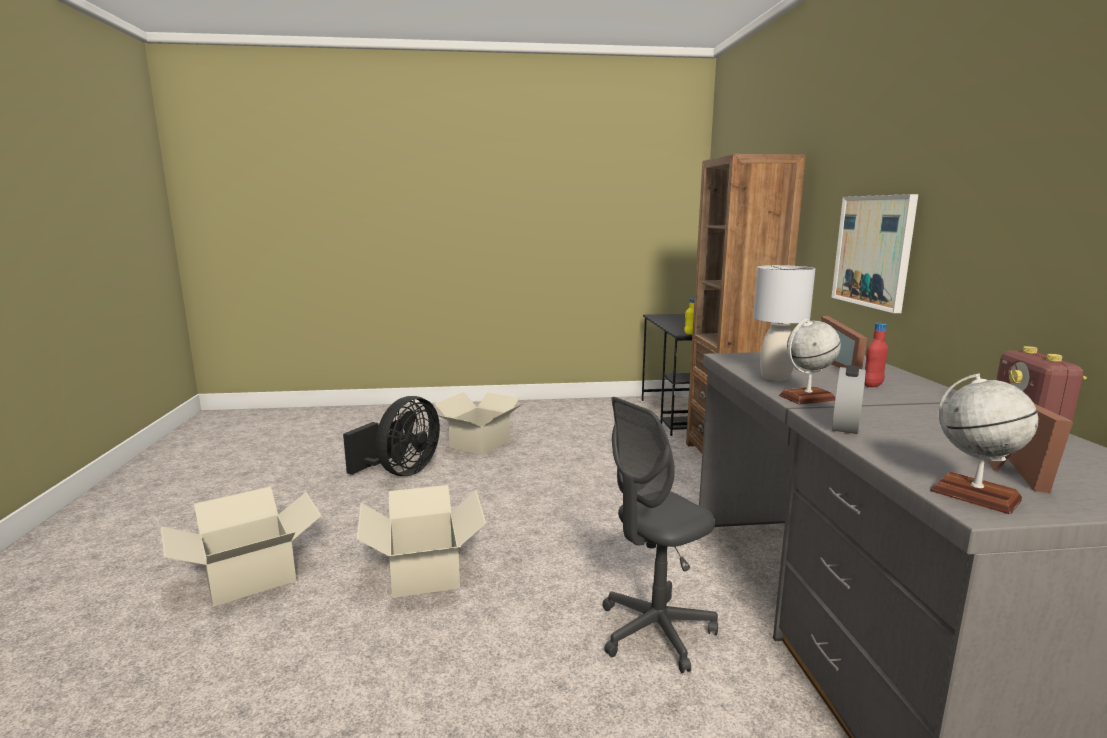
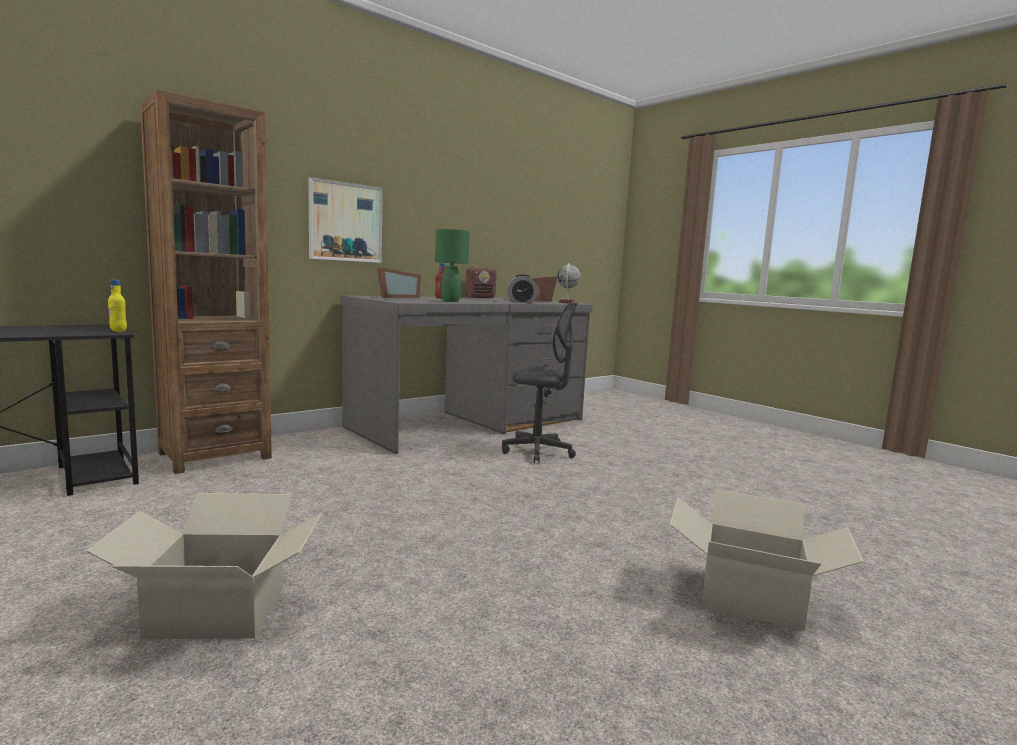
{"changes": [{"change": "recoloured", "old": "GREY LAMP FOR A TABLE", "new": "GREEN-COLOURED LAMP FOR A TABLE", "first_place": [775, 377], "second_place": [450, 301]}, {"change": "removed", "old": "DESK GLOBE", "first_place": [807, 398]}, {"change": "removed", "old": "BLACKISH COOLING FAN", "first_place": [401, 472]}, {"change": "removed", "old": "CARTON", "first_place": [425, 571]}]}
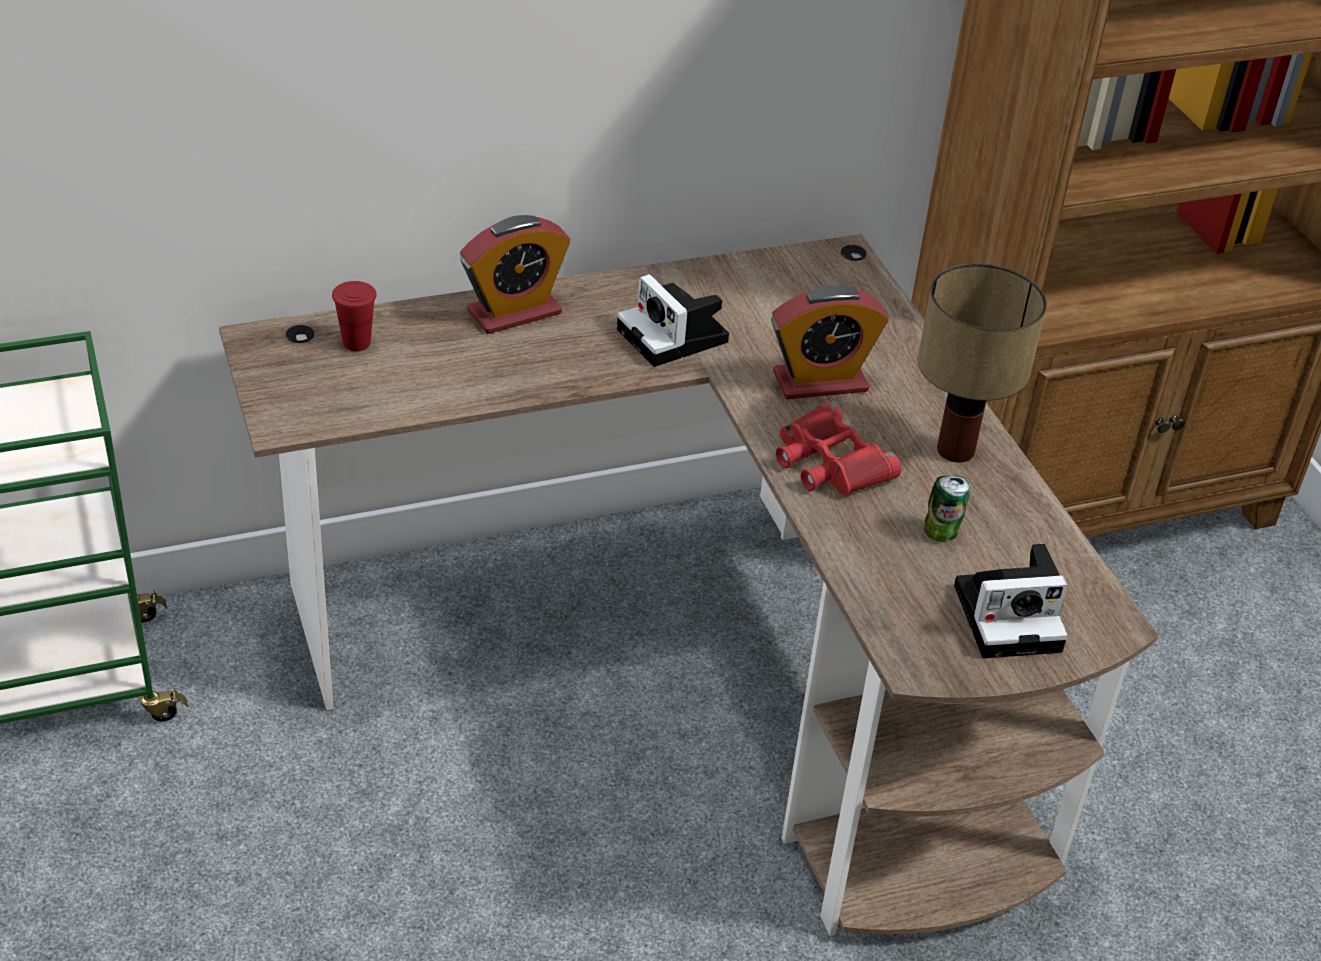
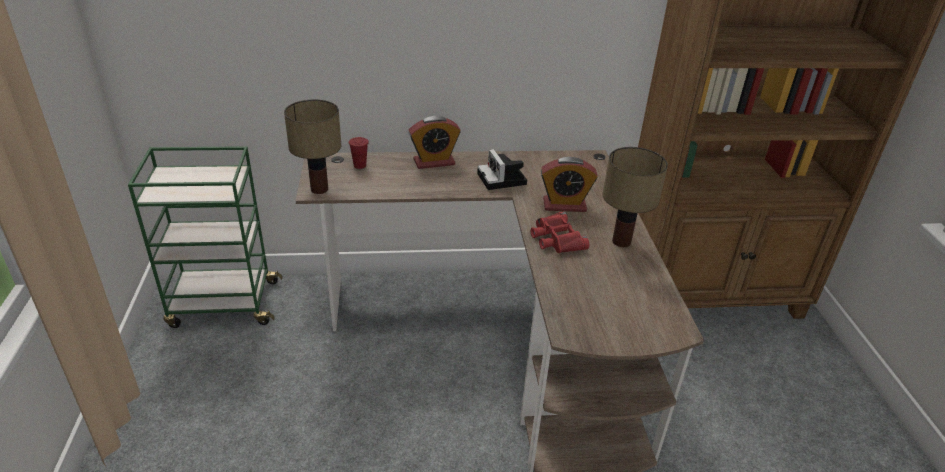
{"changes": [{"change": "removed", "old": "METAL CAN", "first_place": [941, 533]}, {"change": "removed", "old": "PHOTO CAMERA", "first_place": [1011, 616]}, {"change": "added", "new": "LAMP FOR A TABLE", "second_place": [319, 190]}]}
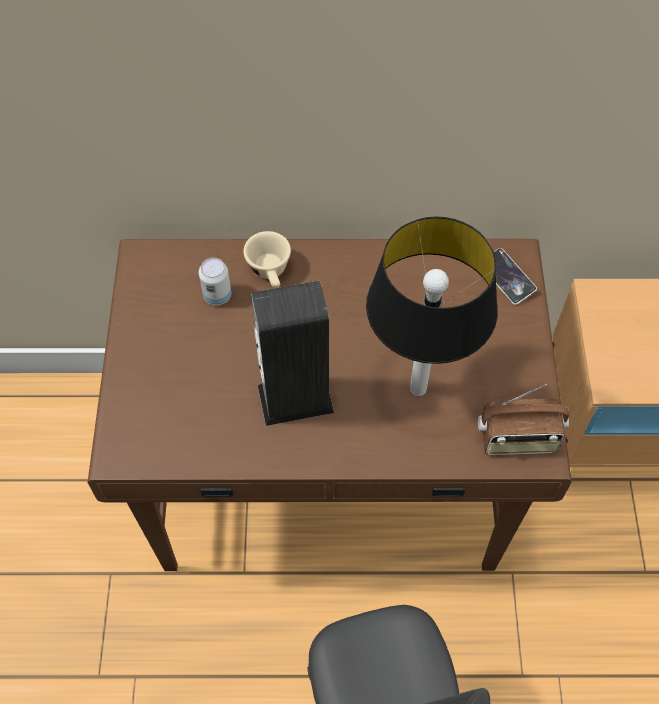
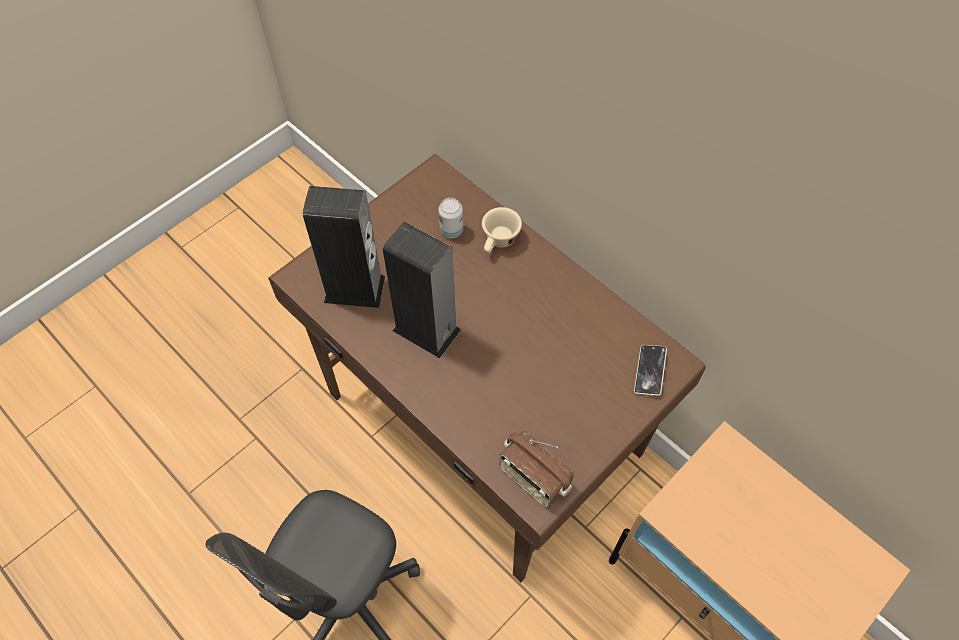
{"changes": [{"change": "removed", "old": "LAMP FOR A TABLE", "first_place": [416, 388]}, {"change": "added", "new": "AUDIO SPEAKER", "second_place": [354, 289]}]}
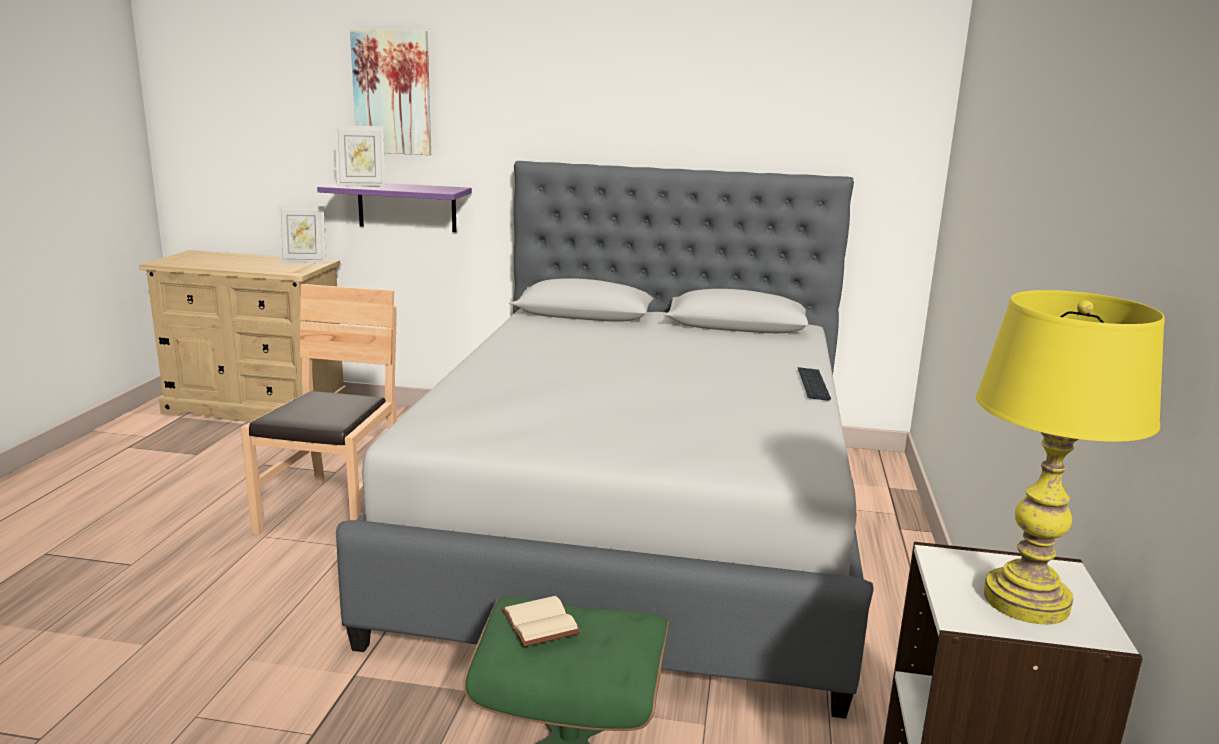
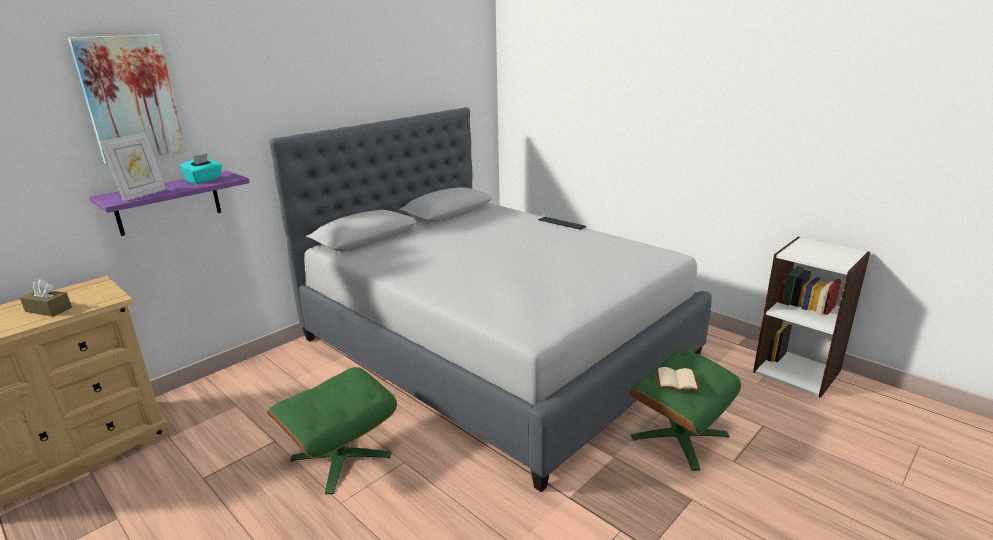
{"changes": [{"change": "removed", "old": "STANDING FRAME", "first_place": [303, 262]}, {"change": "replaced", "old": "BROWN PLAIN CHAIR", "new": "GREEN-COLOURED OTTOMAN", "first_place": [334, 511], "second_place": [341, 456]}, {"change": "removed", "old": "YELLOW LAMP FOR A TABLE", "first_place": [1025, 601]}, {"change": "added", "new": "TURQUOISE-COLOURED TISSUE BOX", "second_place": [204, 180]}, {"change": "added", "new": "BROWN TISSUE BOX", "second_place": [48, 309]}]}
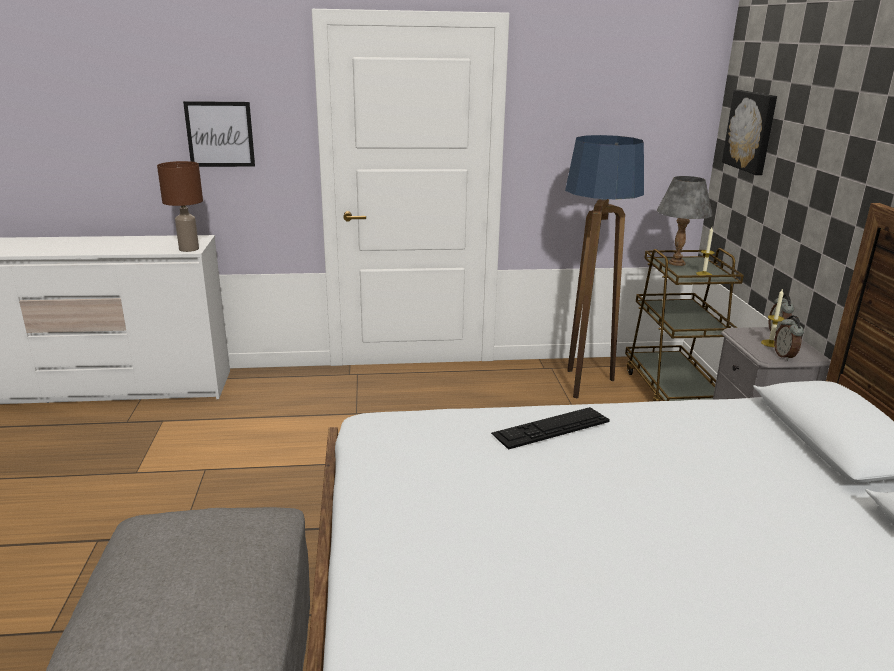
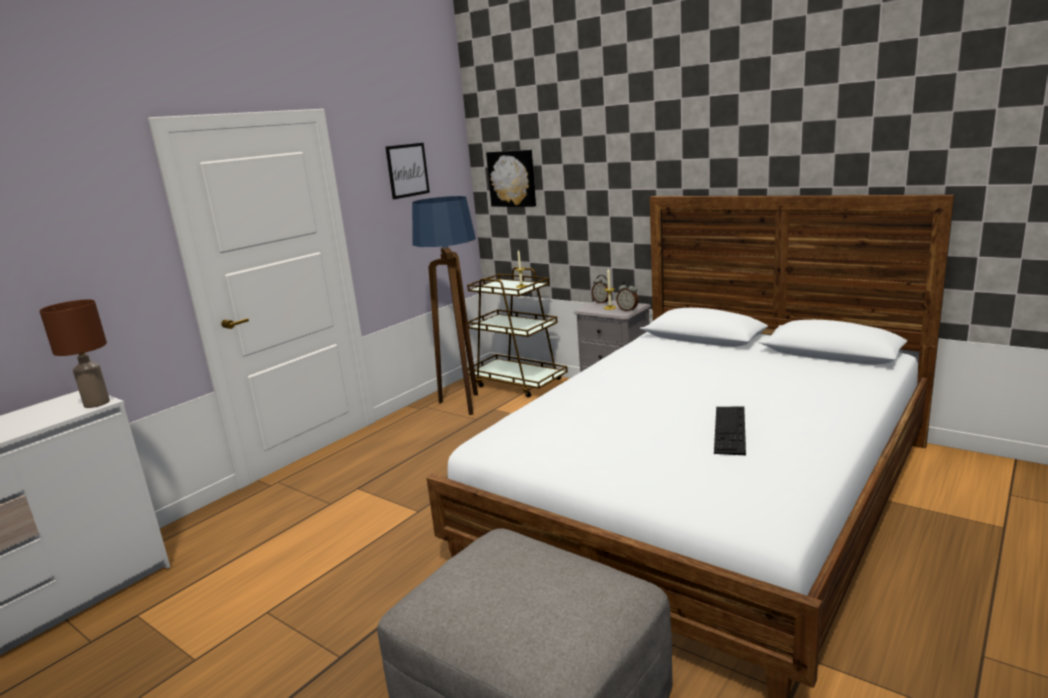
{"changes": [{"change": "moved", "old": "PICTURE", "first_place": [220, 134], "second_place": [407, 170]}, {"change": "removed", "old": "GREY LAMP FOR A TABLE", "first_place": [677, 263]}, {"change": "moved", "old": "KEYBOARD", "first_place": [551, 427], "second_place": [730, 429]}]}
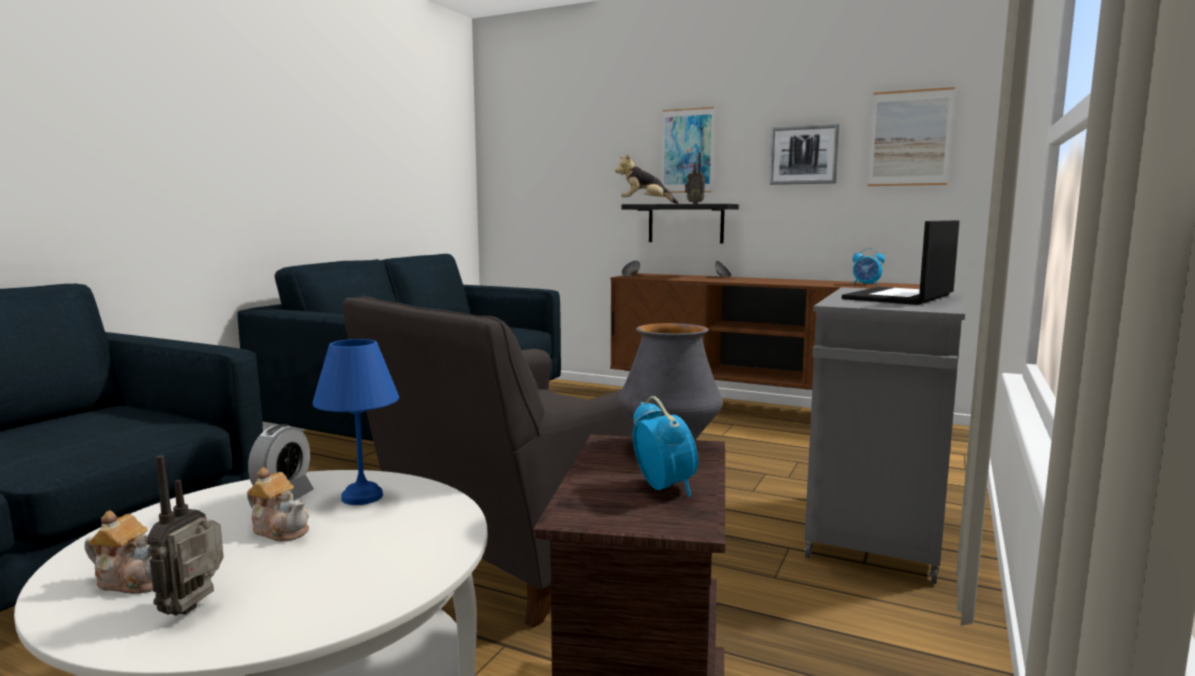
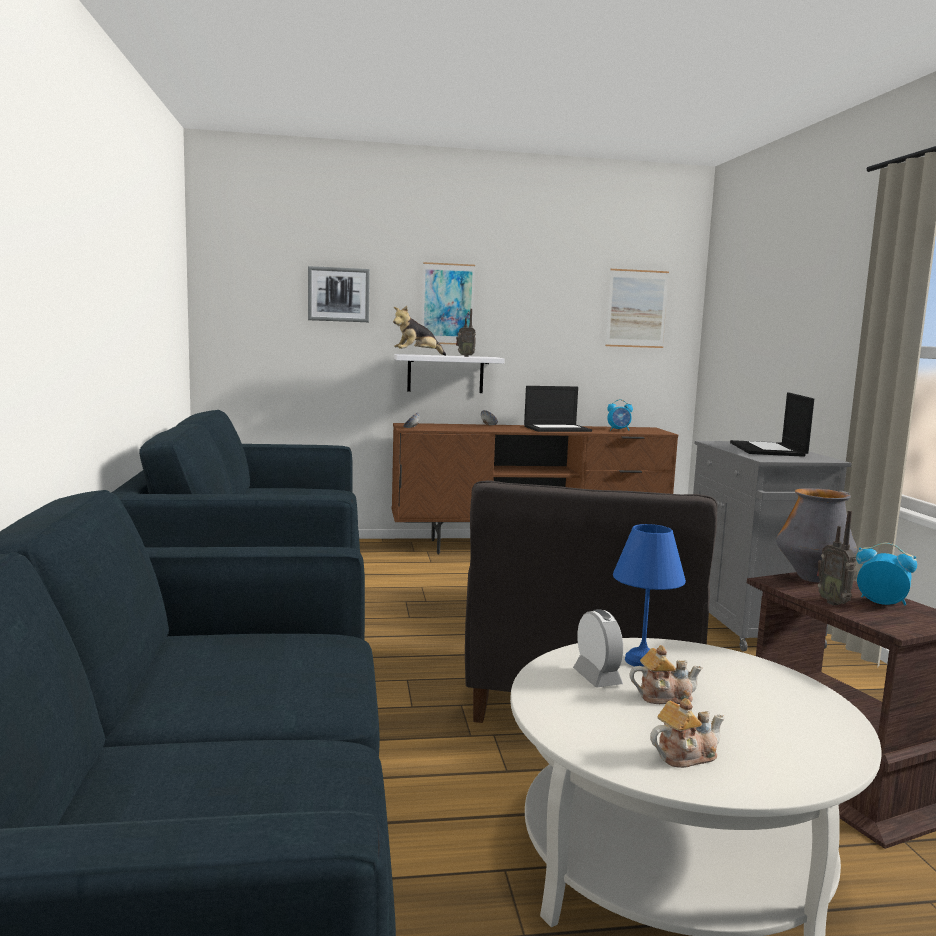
{"changes": [{"change": "moved", "old": "PICTURE", "first_place": [804, 155], "second_place": [338, 294]}, {"change": "recoloured", "old": "BLACKISH BRACKET SHELF", "new": "WHITISH BRACKET SHELF", "first_place": [685, 223], "second_place": [445, 374]}, {"change": "moved", "old": "RADIO RECEIVER", "first_place": [196, 609], "second_place": [834, 602]}, {"change": "added", "new": "NOTEBOOK COMPUTER", "second_place": [557, 429]}]}
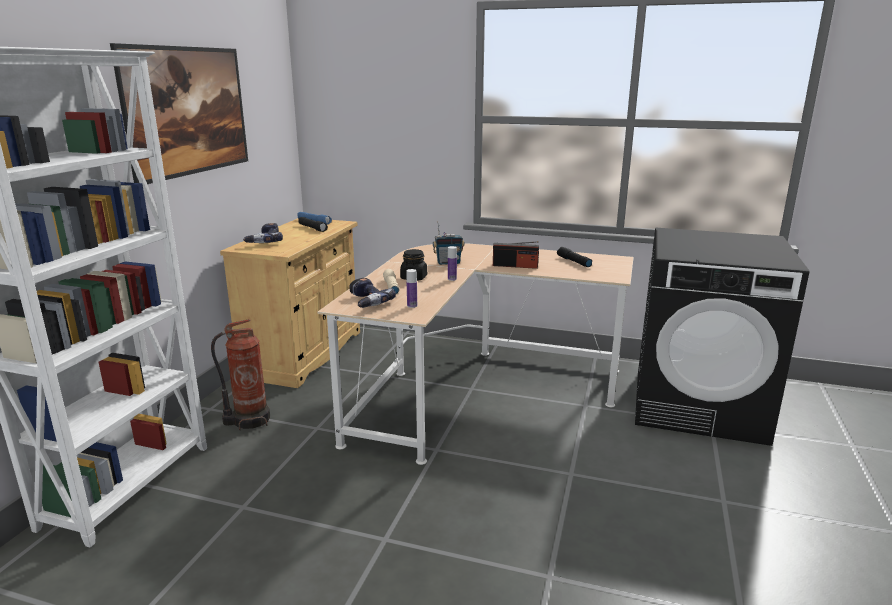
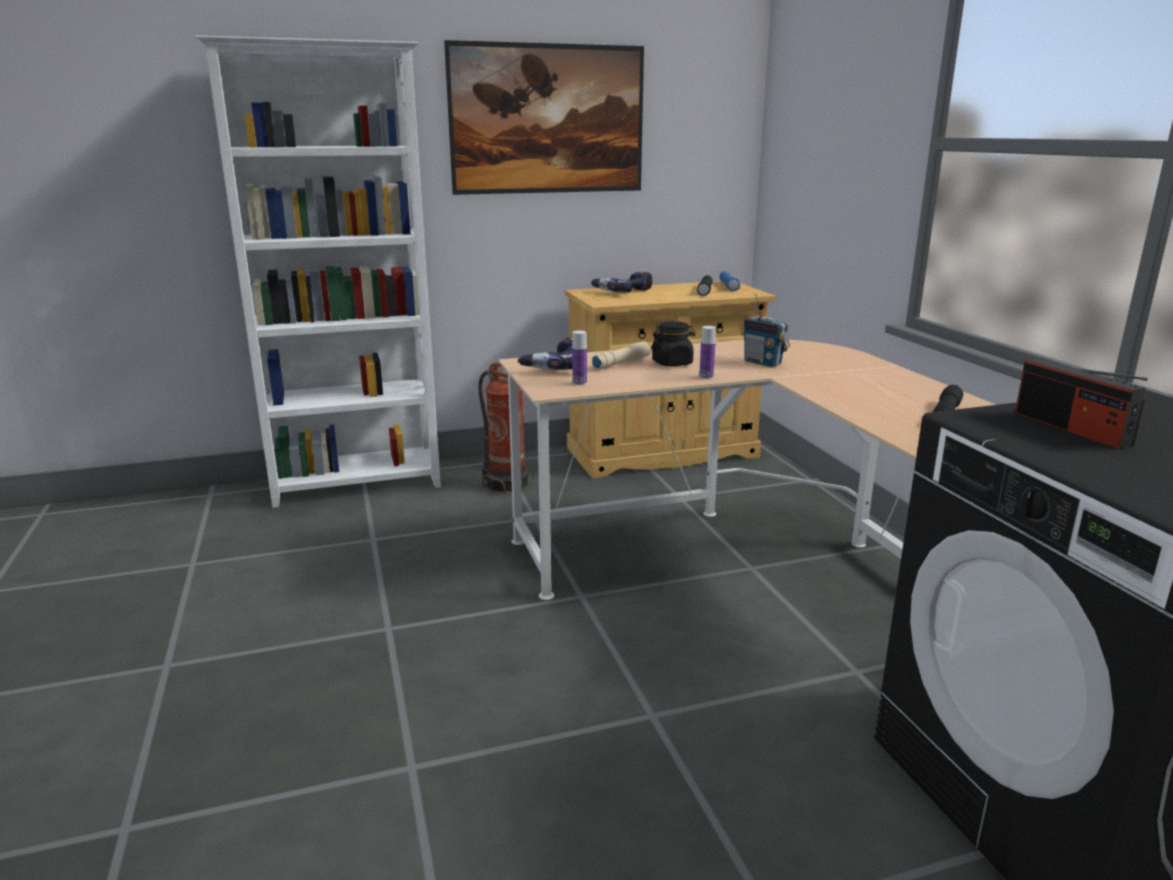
{"changes": [{"change": "moved", "old": "RADIO RECEIVER", "first_place": [515, 266], "second_place": [1071, 429]}]}
